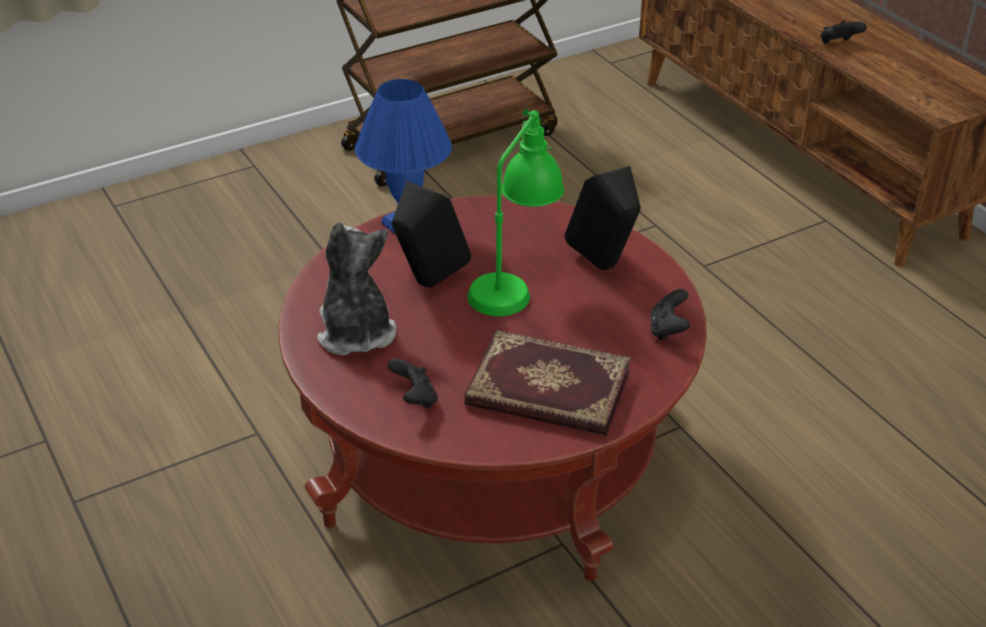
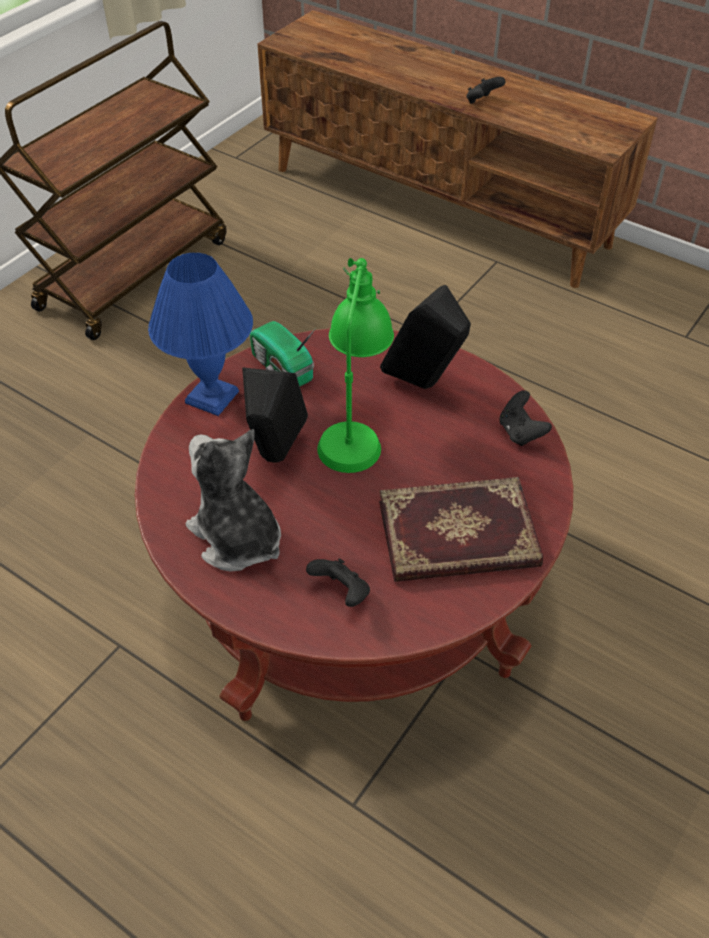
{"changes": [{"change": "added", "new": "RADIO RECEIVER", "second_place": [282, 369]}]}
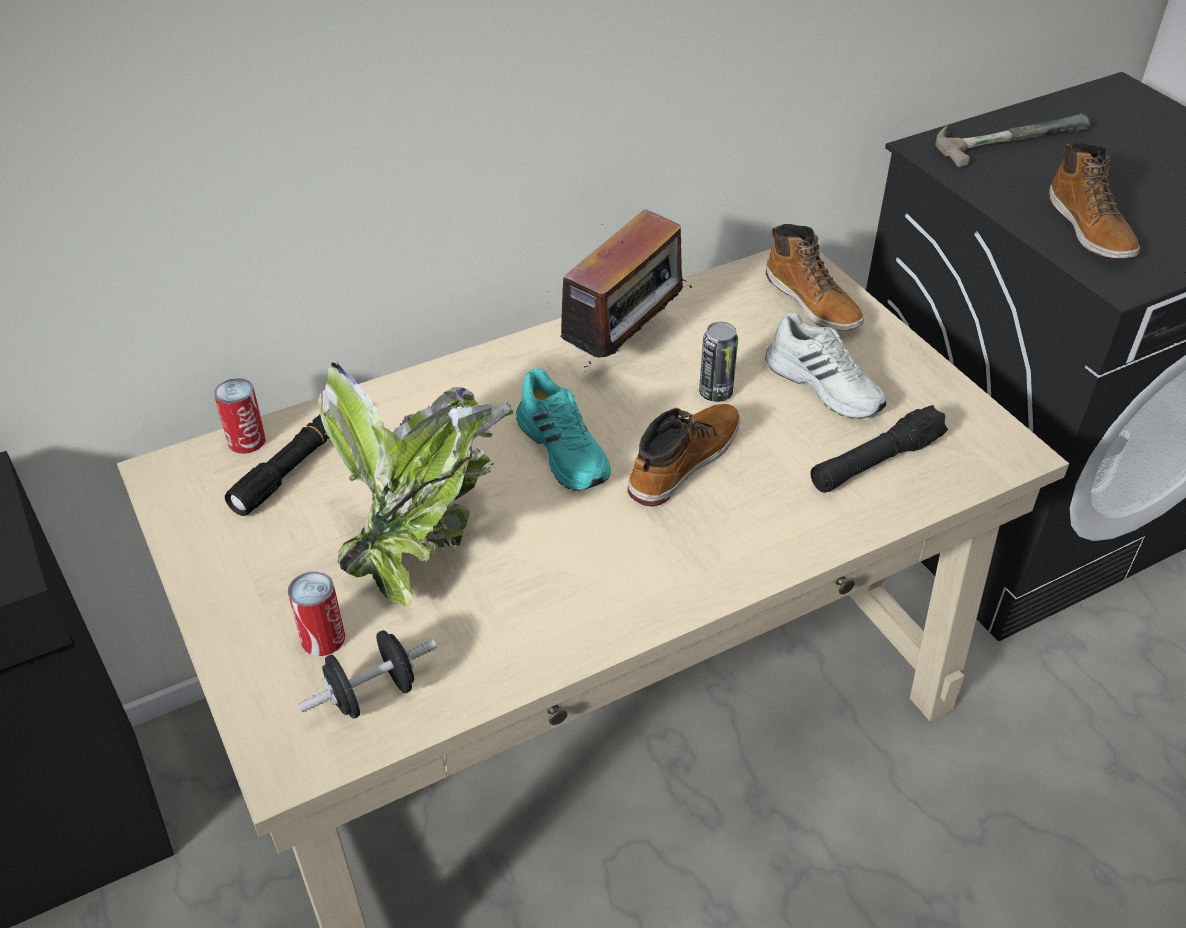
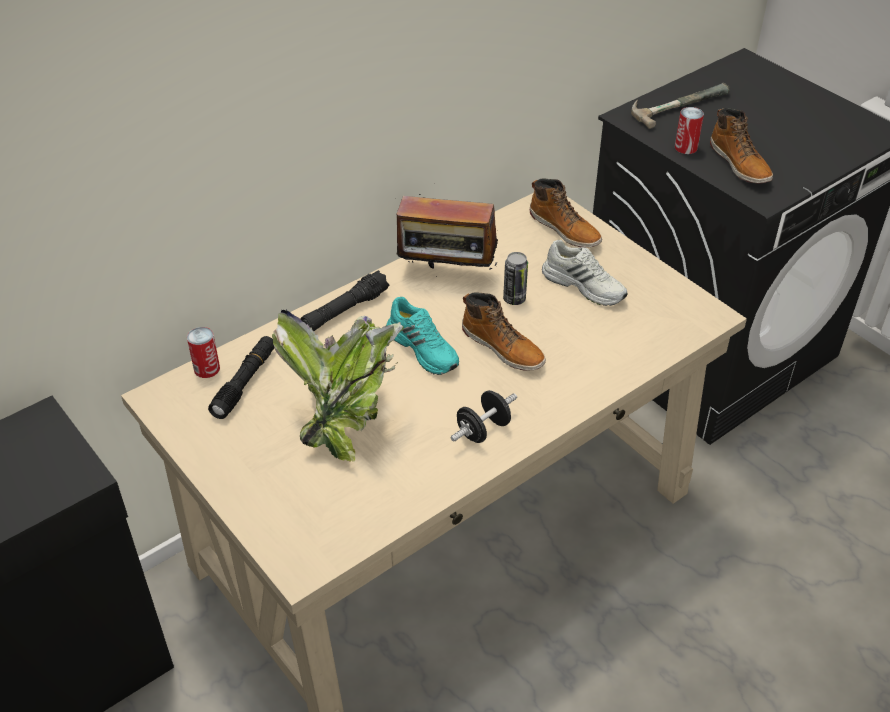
{"changes": [{"change": "turned", "old": "RADIO RECEIVER", "first_place": [625, 346], "second_place": [447, 274], "degrees": 75}, {"change": "turned", "old": "HIGH-TOP BOOT", "first_place": [682, 462], "second_place": [503, 347], "degrees": 105}, {"change": "moved", "old": "BLACKISH HAND TORCH", "first_place": [875, 462], "second_place": [345, 310]}, {"change": "moved", "old": "METAL CAN", "first_place": [323, 638], "second_place": [686, 147]}, {"change": "moved", "old": "BLACKISH HAND WEIGHT", "first_place": [372, 694], "second_place": [483, 430]}]}
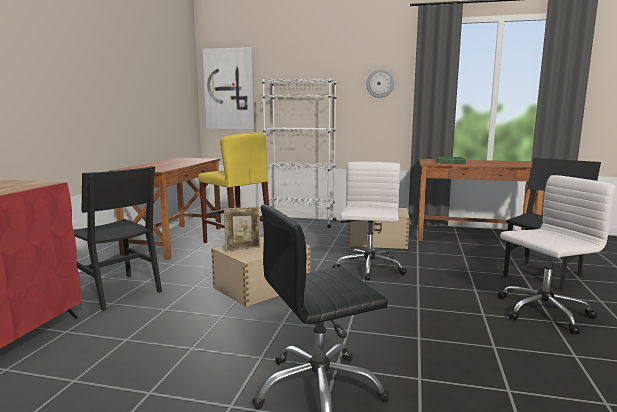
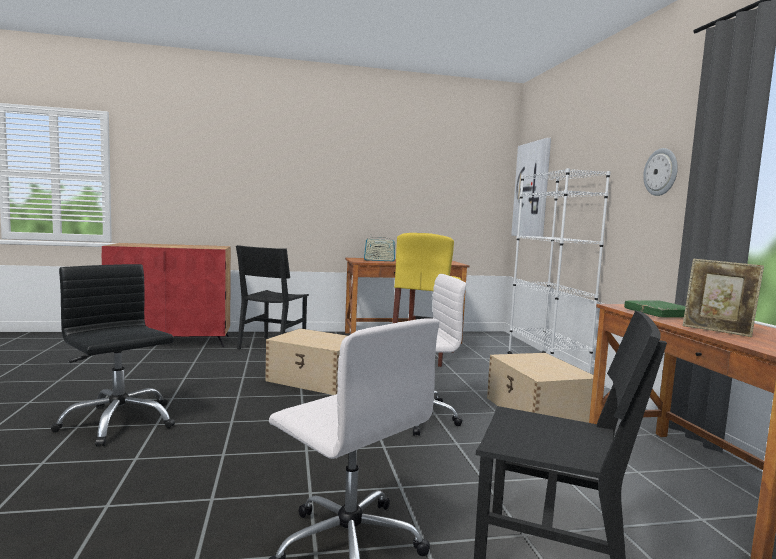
{"changes": [{"change": "moved", "old": "STANDING FRAME", "first_place": [243, 249], "second_place": [717, 331]}, {"change": "added", "new": "RADIO RECEIVER", "second_place": [379, 260]}]}
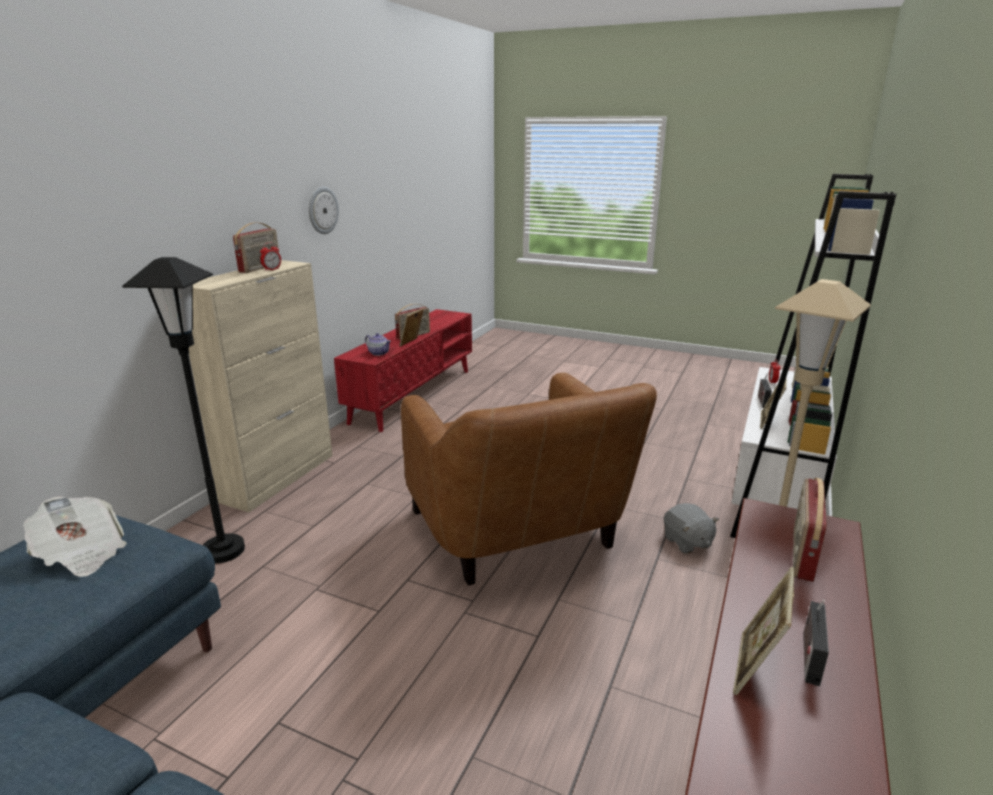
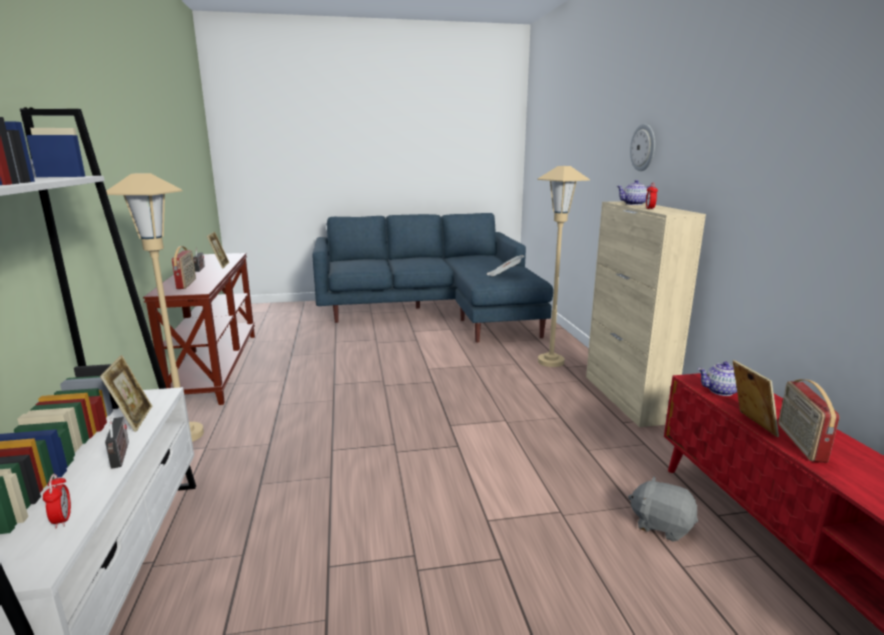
{"changes": [{"change": "moved", "old": "HANGING CLOCK", "first_place": [322, 210], "second_place": [643, 147]}, {"change": "removed", "old": "RADIO RECEIVER", "first_place": [260, 268]}, {"change": "recoloured", "old": "BLACKISH STANDARD LAMP", "new": "SAND-COLOURED STANDARD LAMP", "first_place": [223, 550], "second_place": [551, 361]}, {"change": "removed", "old": "BROWN EASY CHAIR", "first_place": [520, 536]}, {"change": "moved", "old": "GREY SOFT TOY", "first_place": [687, 542], "second_place": [661, 525]}, {"change": "added", "new": "POT FOR TEA", "second_place": [634, 204]}]}
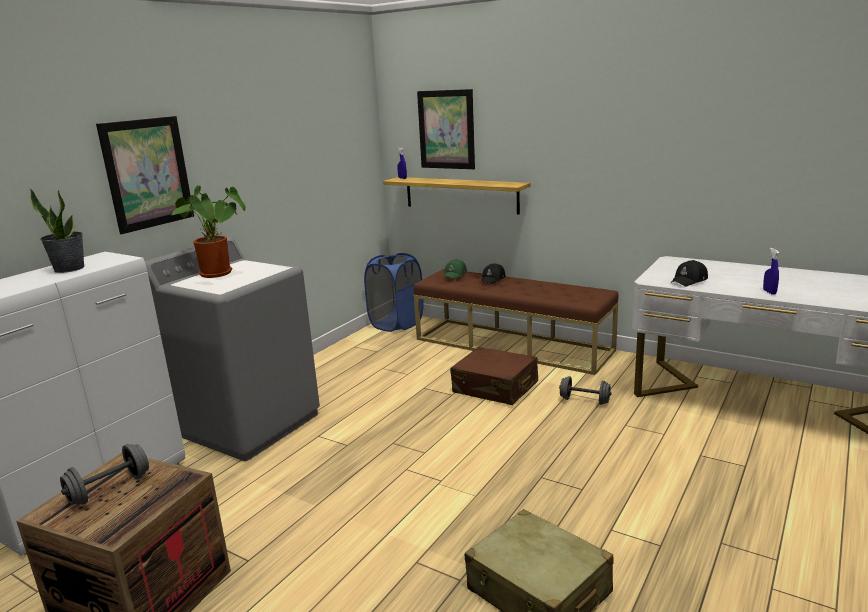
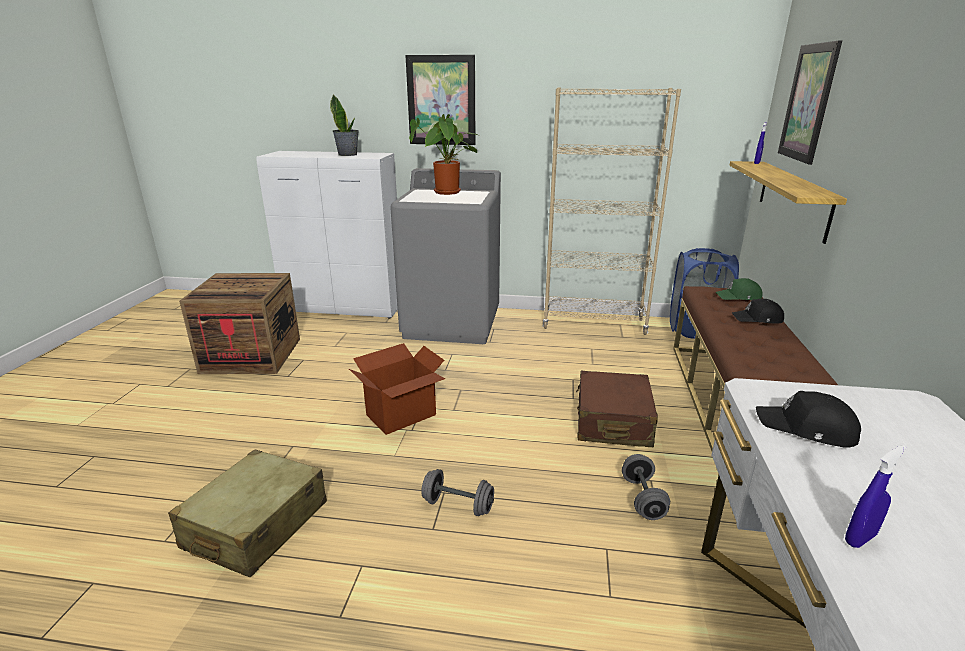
{"changes": [{"change": "moved", "old": "GREY HAND WEIGHT", "first_place": [109, 489], "second_place": [458, 505]}, {"change": "added", "new": "SAND-COLOURED BOOKSHELF", "second_place": [593, 324]}, {"change": "added", "new": "CARTON", "second_place": [402, 415]}]}
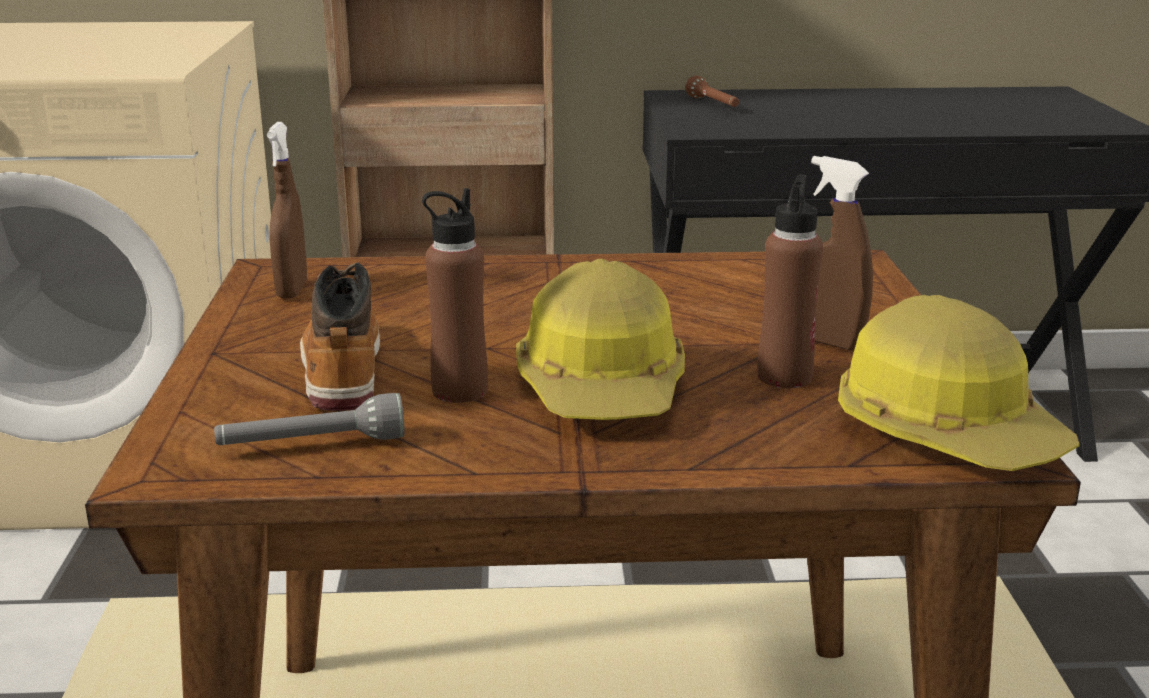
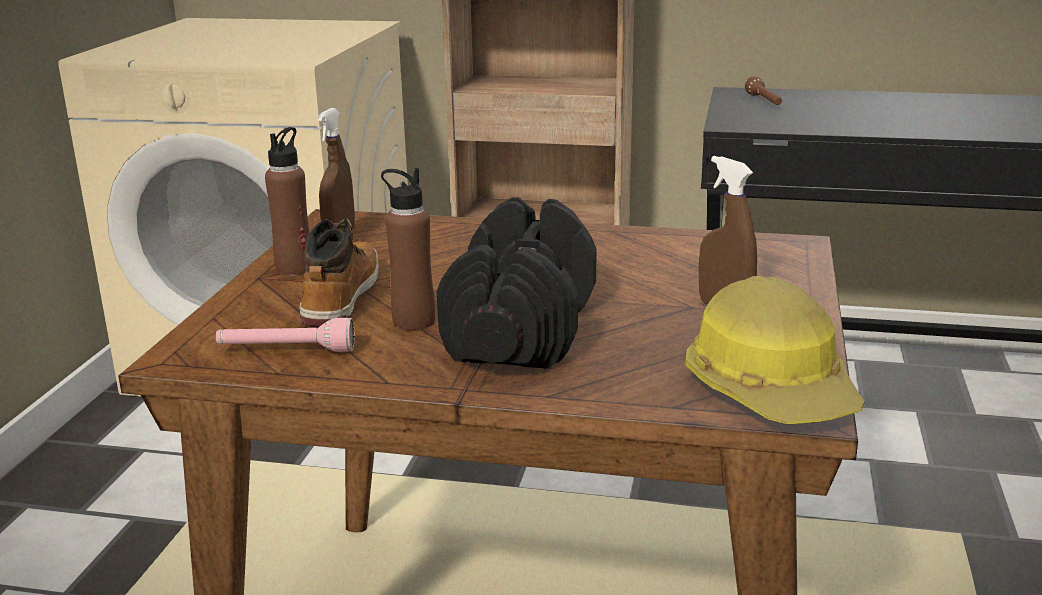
{"changes": [{"change": "moved", "old": "BROWN BEVERAGE BOTTLE", "first_place": [784, 376], "second_place": [295, 268]}, {"change": "replaced", "old": "SAFETY HELMET", "new": "BLACKISH HAND WEIGHT", "first_place": [604, 388], "second_place": [521, 329]}, {"change": "recoloured", "old": "GREY HAND TORCH", "new": "PINK HAND TORCH", "first_place": [311, 445], "second_place": [286, 351]}]}
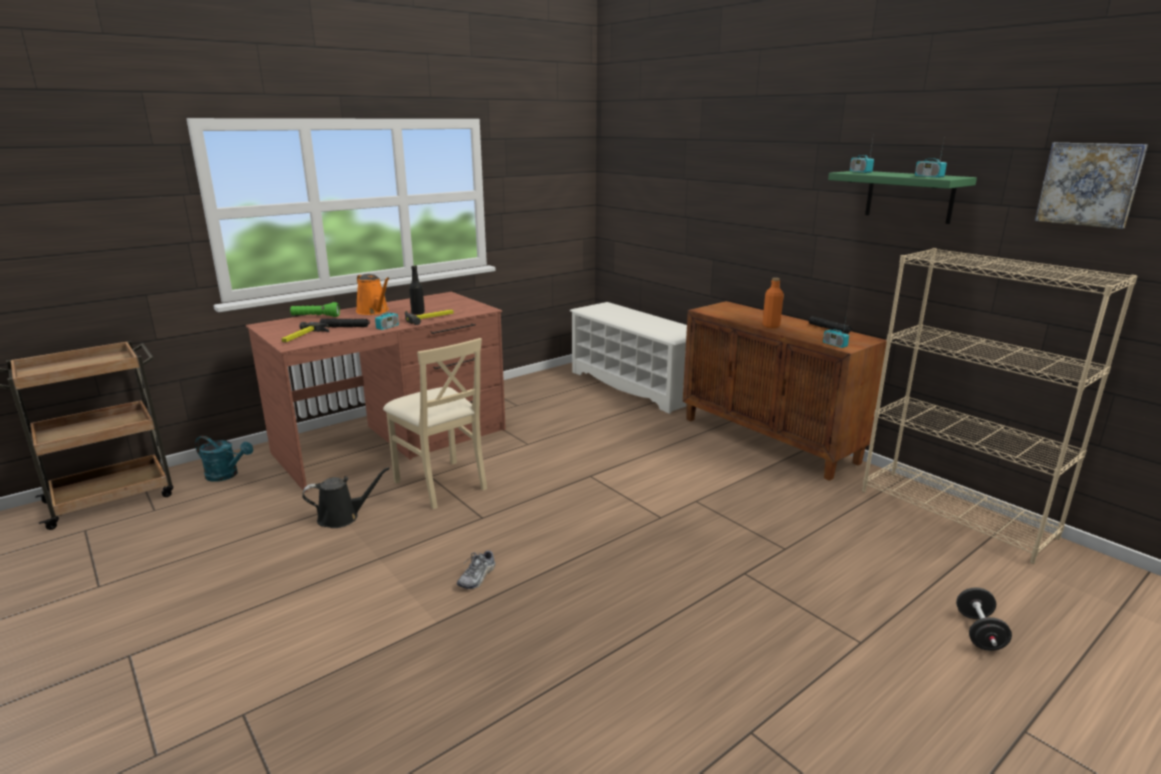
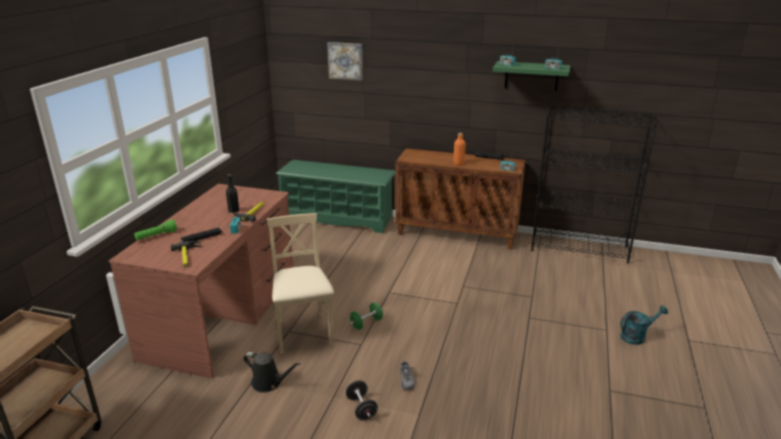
{"changes": [{"change": "moved", "old": "PICTURE", "first_place": [1089, 184], "second_place": [345, 60]}, {"change": "recoloured", "old": "SAND-COLOURED BOOKSHELF", "new": "BLACKISH BOOKSHELF", "first_place": [956, 514], "second_place": [579, 248]}, {"change": "removed", "old": "ORANGE-COLOURED WATERING CAN", "first_place": [374, 311]}, {"change": "recoloured", "old": "WHITISH SHOE SHELF", "new": "GREEN-COLOURED SHOE SHELF", "first_place": [635, 386], "second_place": [338, 218]}, {"change": "turned", "old": "SAND-COLOURED PLAIN CHAIR", "first_place": [441, 484], "second_place": [304, 333], "degrees": -120}, {"change": "moved", "old": "TURQUOISE-COLOURED WATERING CAN", "first_place": [227, 475], "second_place": [637, 336]}, {"change": "turned", "old": "BLACKISH WATERING CAN", "first_place": [342, 517], "second_place": [269, 383], "degrees": 75}, {"change": "moved", "old": "BLACKISH HAND WEIGHT", "first_place": [979, 632], "second_place": [361, 408]}, {"change": "added", "new": "GREEN-COLOURED HAND WEIGHT", "second_place": [366, 323]}]}
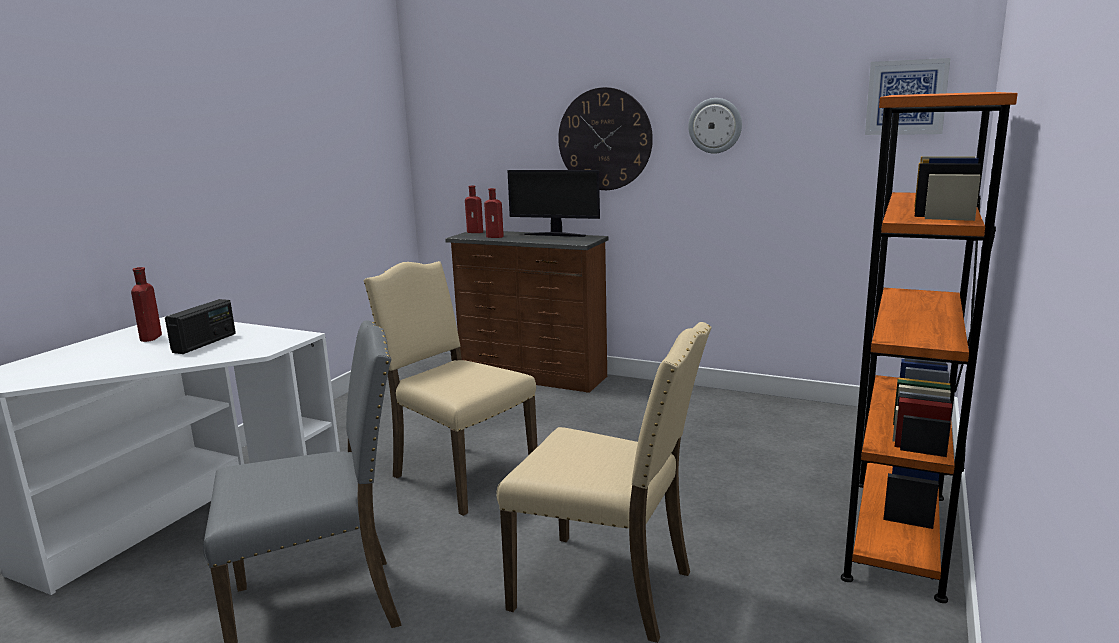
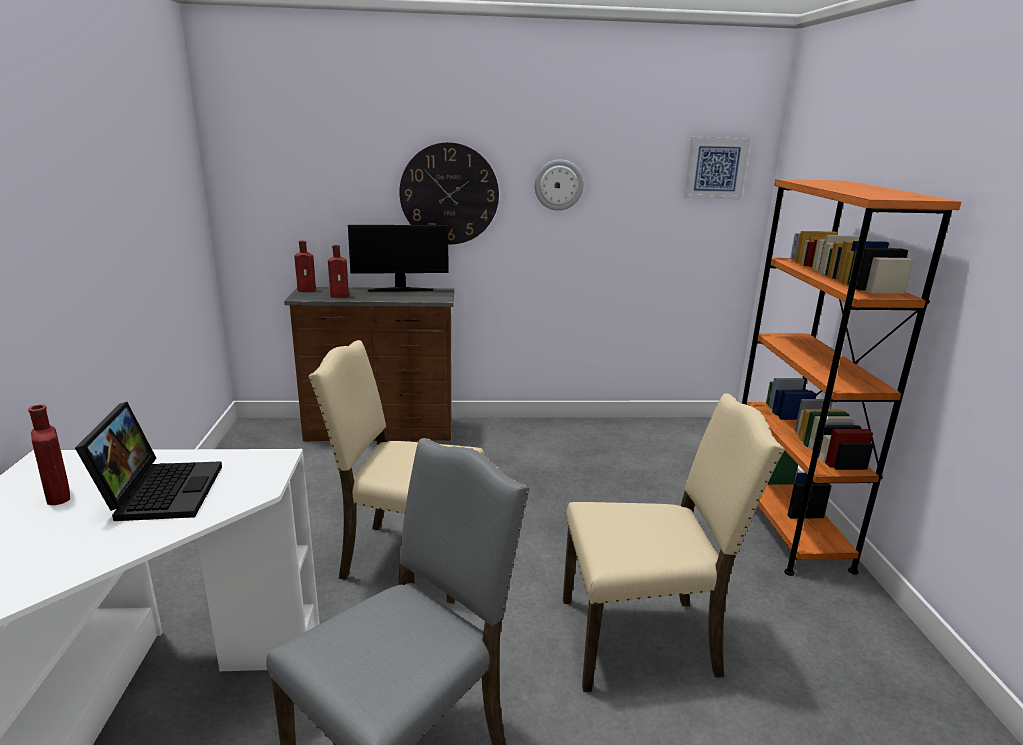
{"changes": [{"change": "replaced", "old": "RADIO RECEIVER", "new": "NOTEBOOK COMPUTER", "first_place": [205, 343], "second_place": [160, 491]}]}
